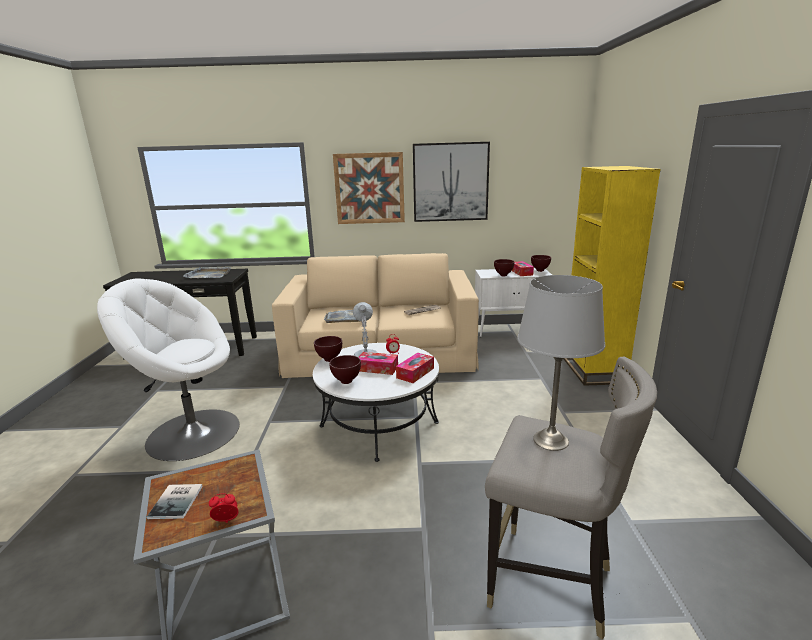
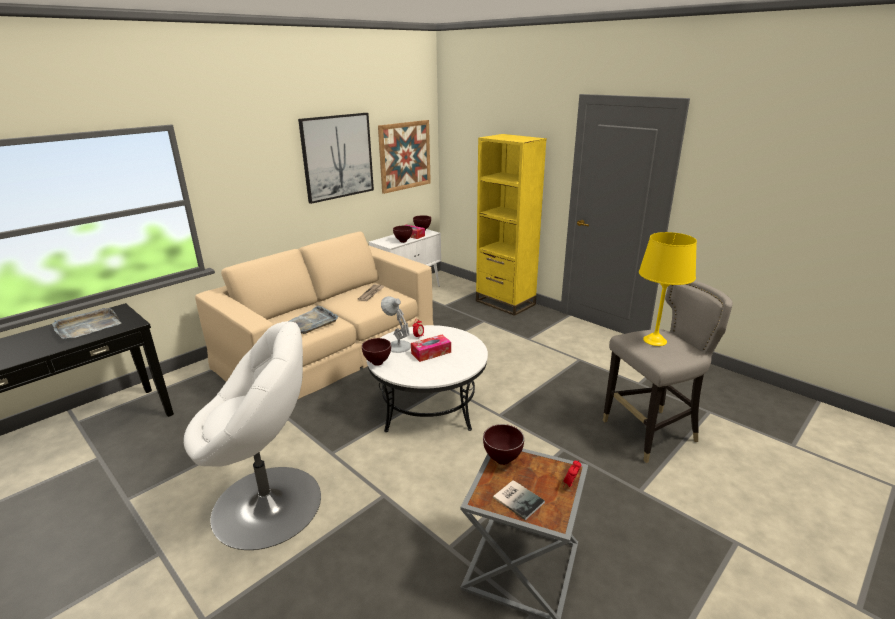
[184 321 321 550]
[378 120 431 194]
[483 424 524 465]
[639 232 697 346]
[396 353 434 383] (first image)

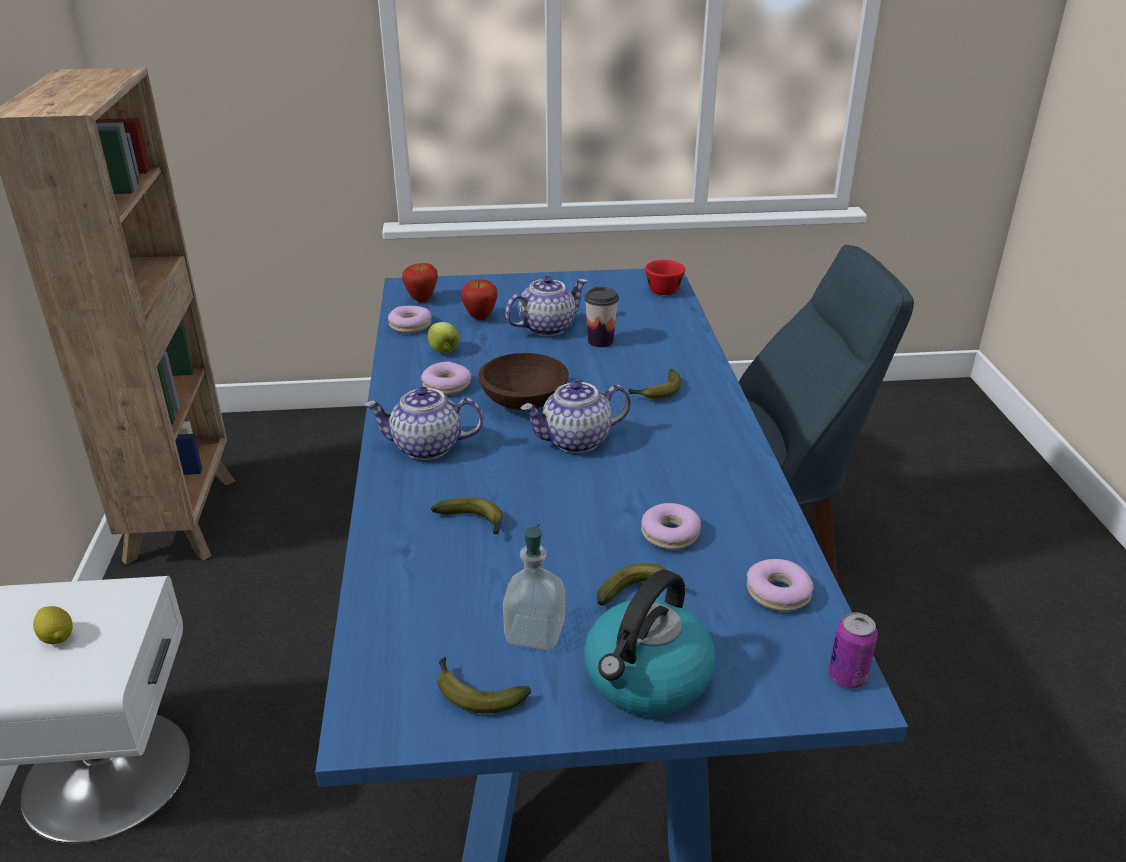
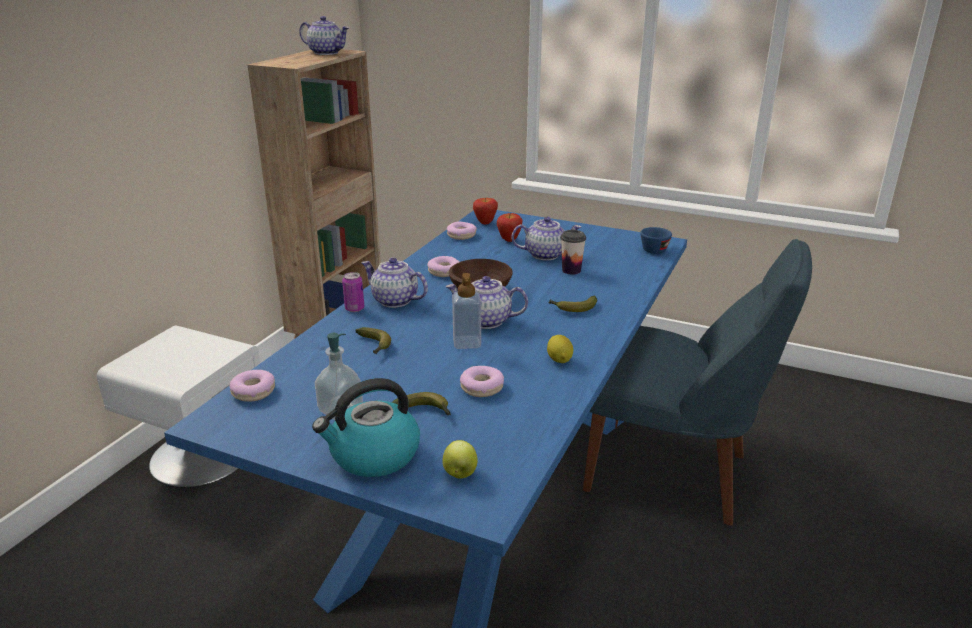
[230 370 275 402]
[299 16 349 55]
[342 272 364 312]
[442 440 478 479]
[452 273 481 349]
[547 335 573 363]
[640 227 672 254]
[437 657 531 714] (first image)

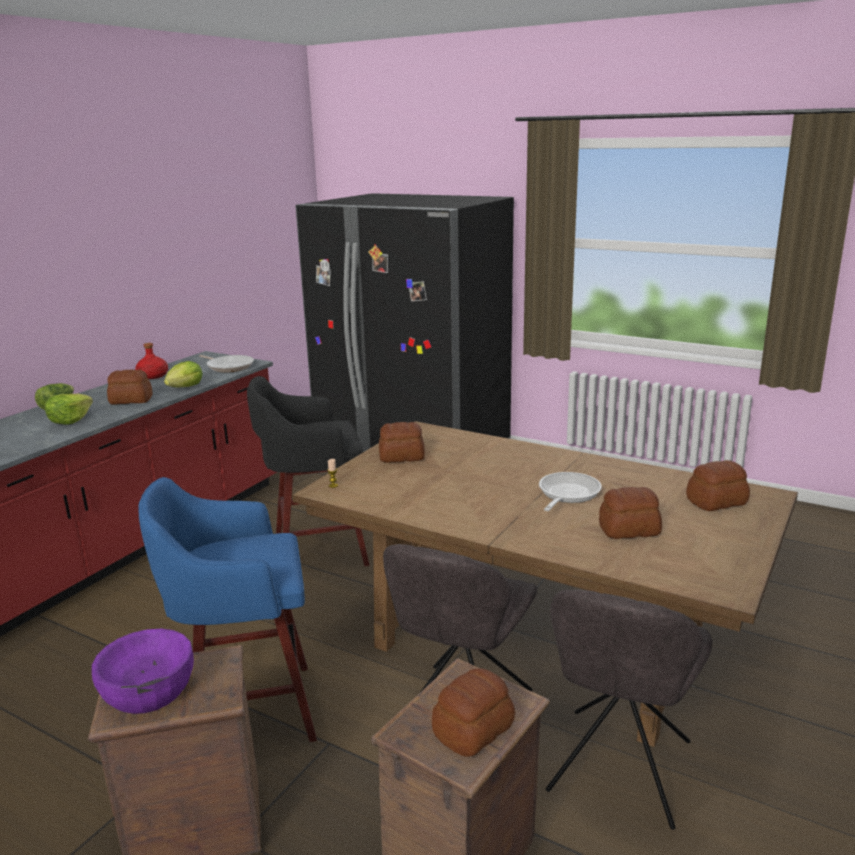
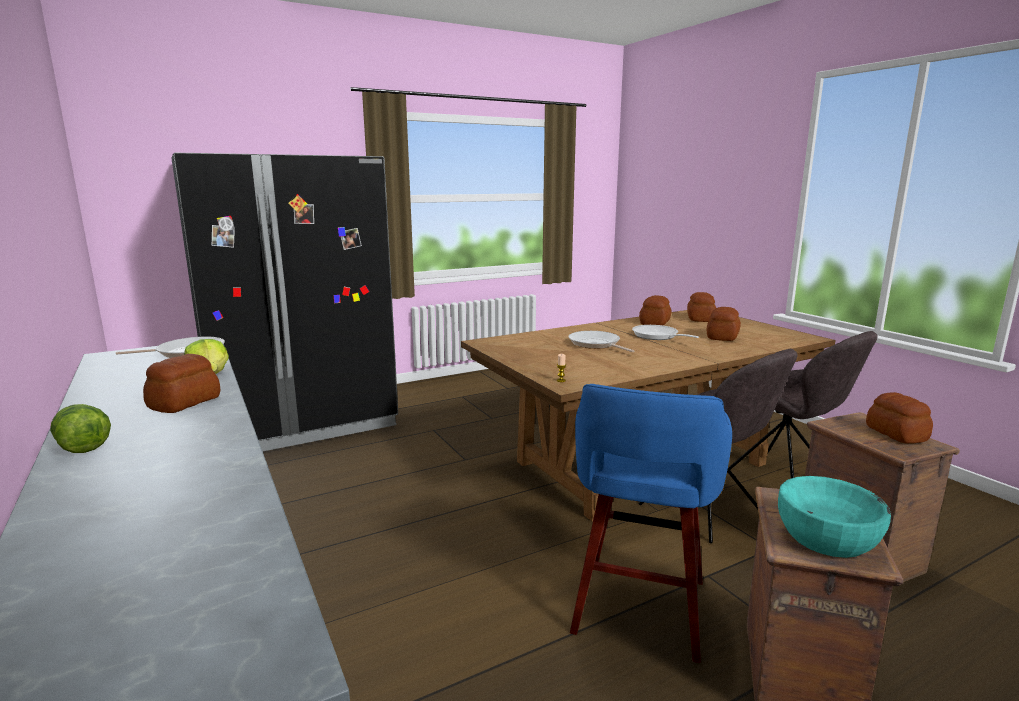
[569 331 634 352]
[639 295 672 326]
[778 476 891 558]
[45 394 93 425] (first image)
[135 343 168 379] (first image)
[247 376 369 566] (first image)

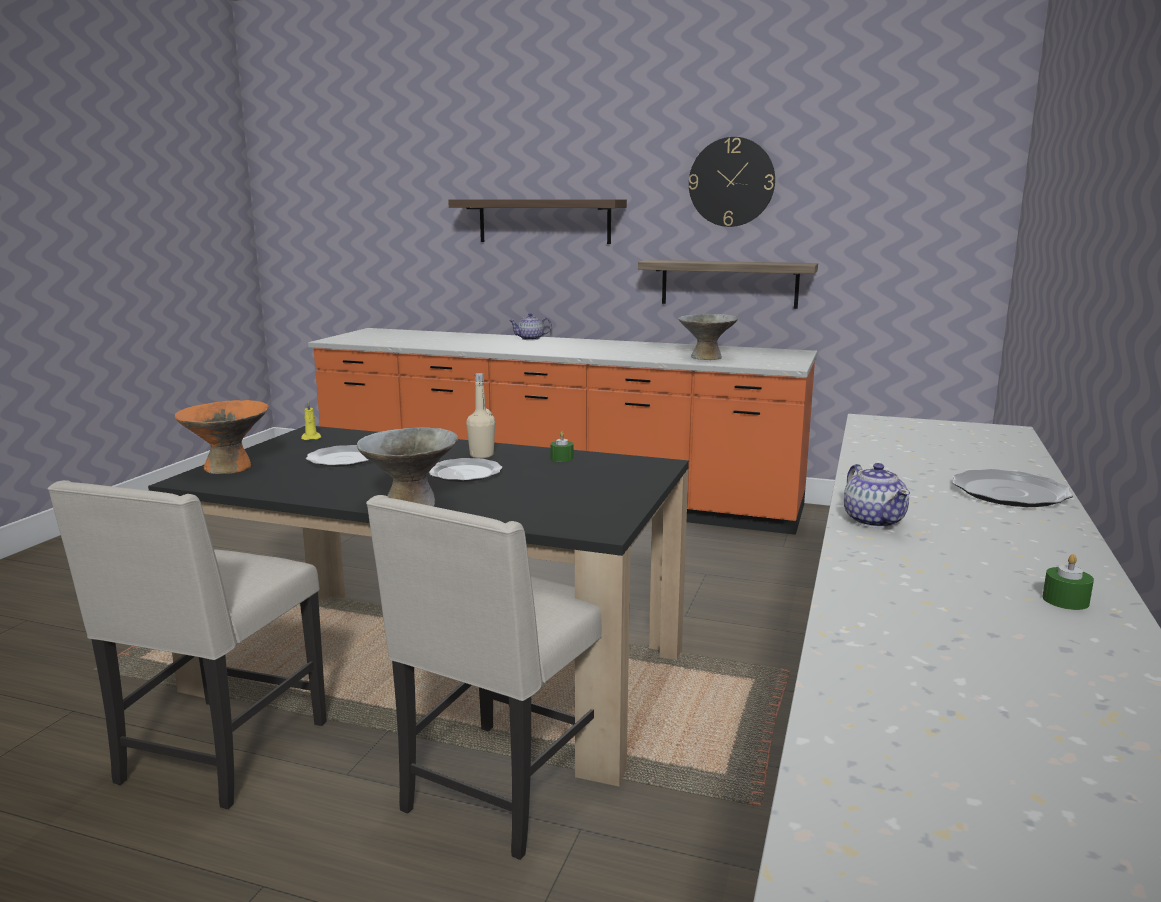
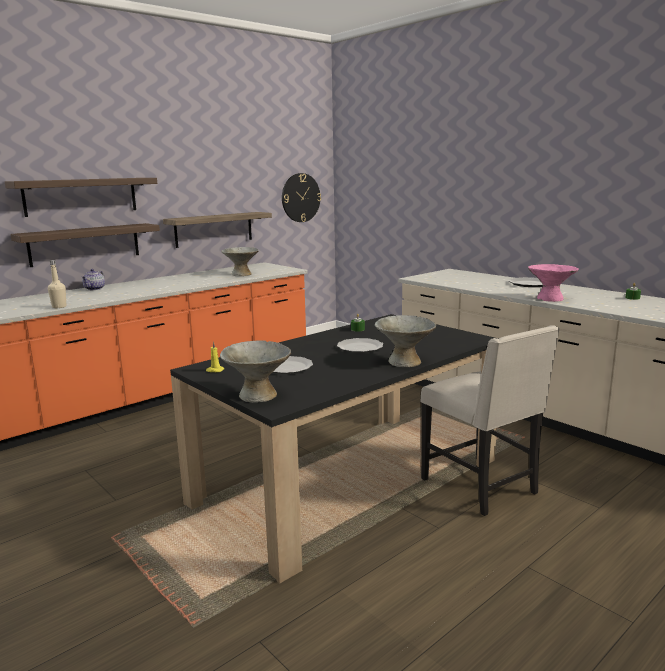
[10 223 160 267]
[48 260 66 308]
[220 340 291 403]
[282 173 321 222]
[528 264 579 302]
[48 480 327 809] (first image)

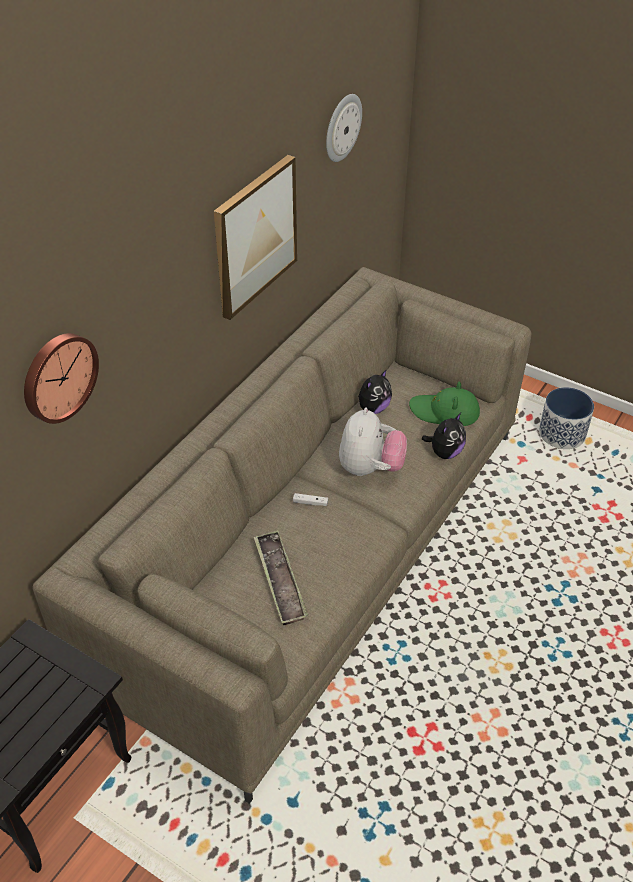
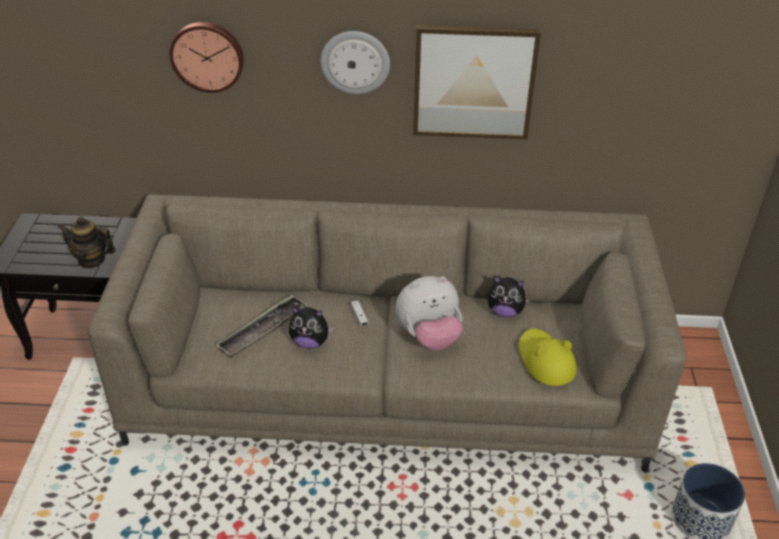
[57 217 116 269]
[289 306 334 349]
[320 31 390 94]
[519 329 577 386]

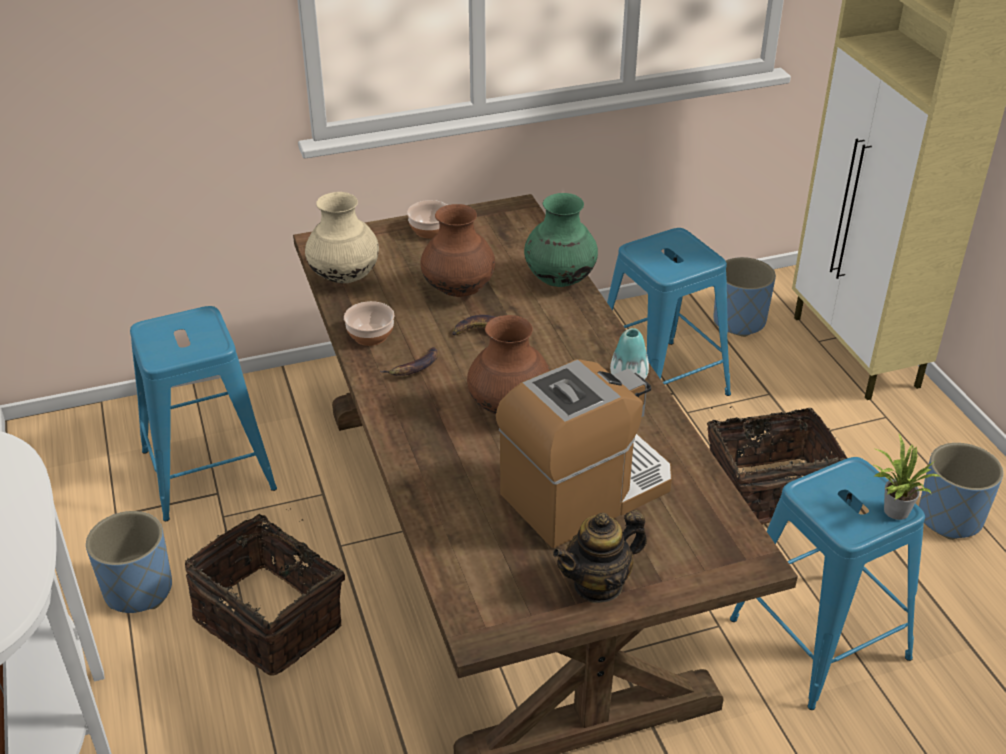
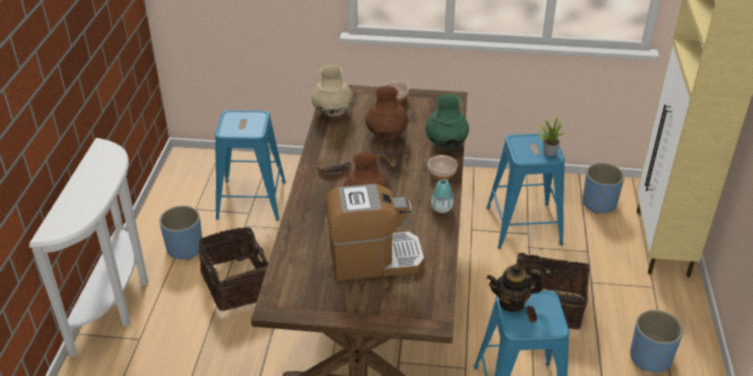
[428 155 458 181]
[487 264 543 312]
[538 115 567 156]

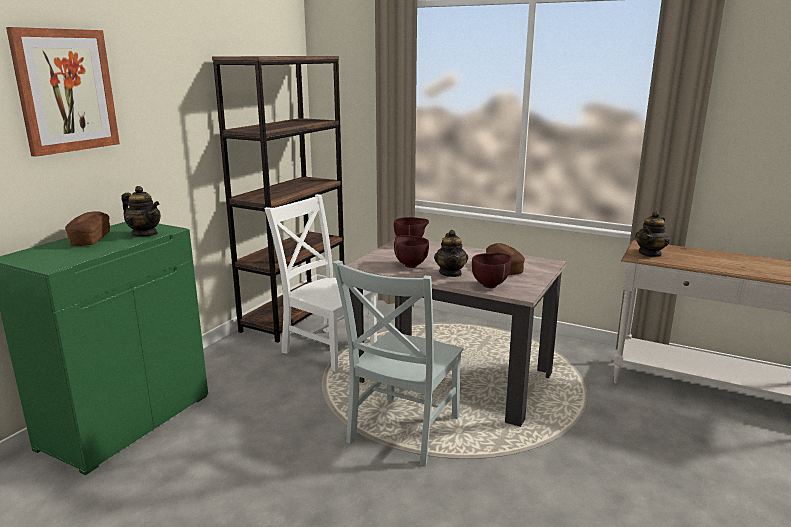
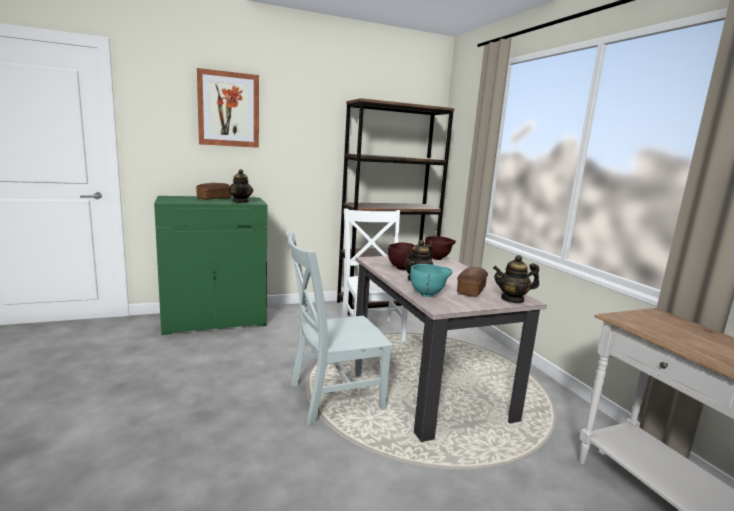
[410 264 452 297]
[493 255 539 303]

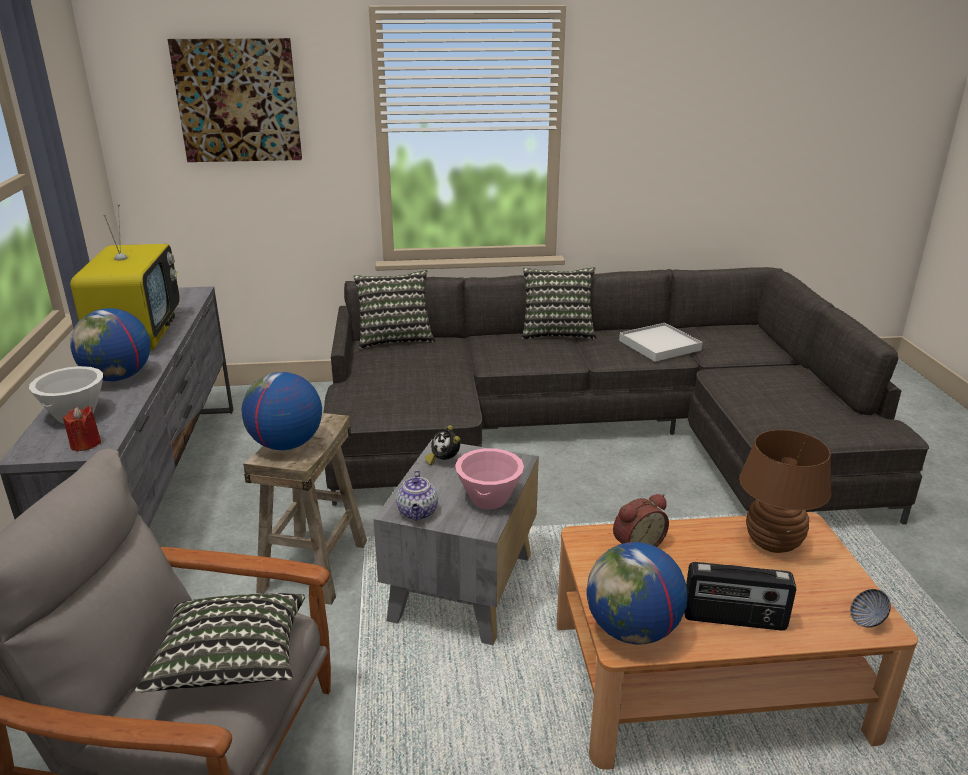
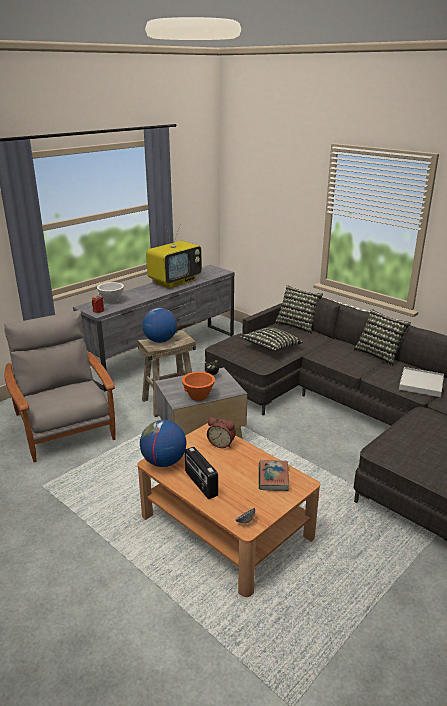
[182 372 215 401]
[240 327 303 352]
[259 460 289 491]
[70 308 151 381] (first image)
[168 38 302 162] (first image)
[396 470 438 520] (first image)

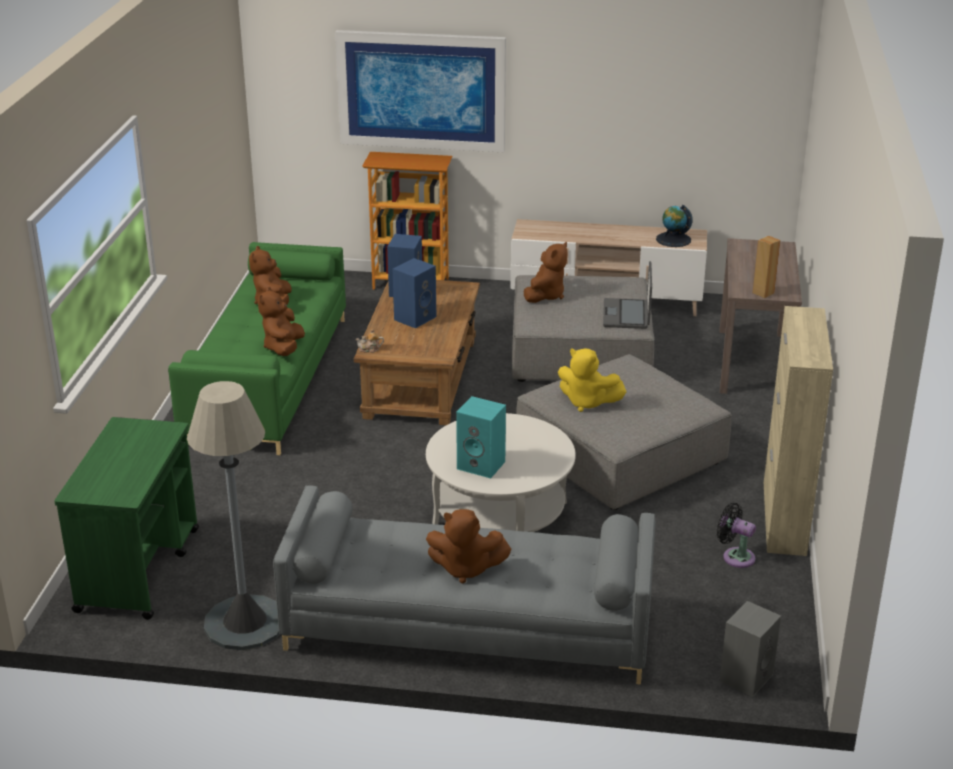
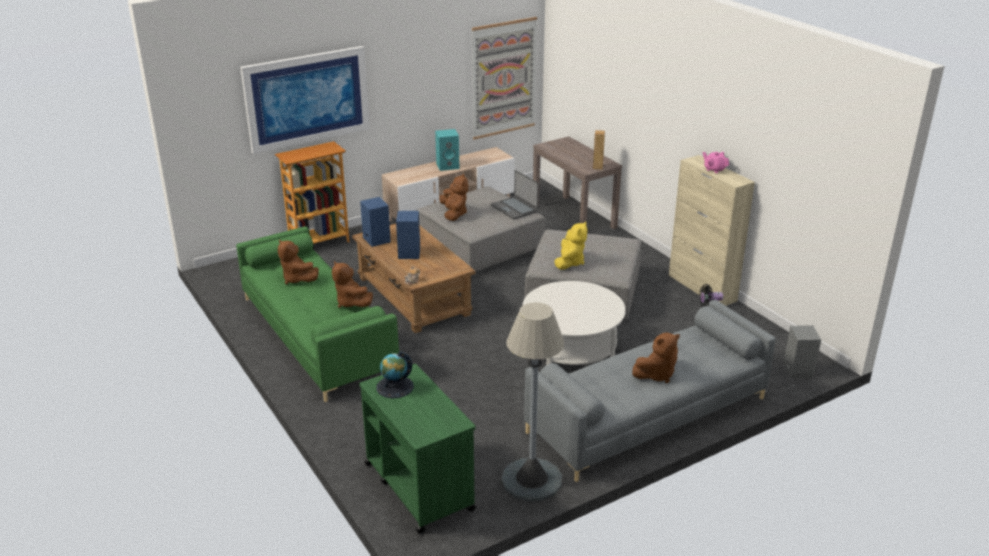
[376 351 414 399]
[435 129 459 171]
[472 17 537 140]
[554 221 588 270]
[703 152 729 173]

